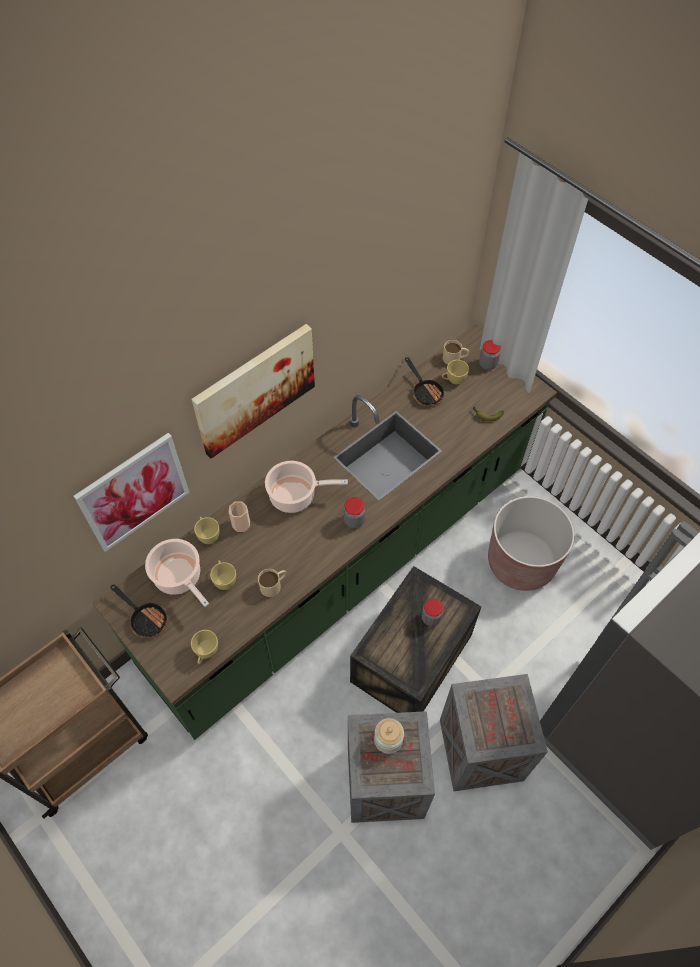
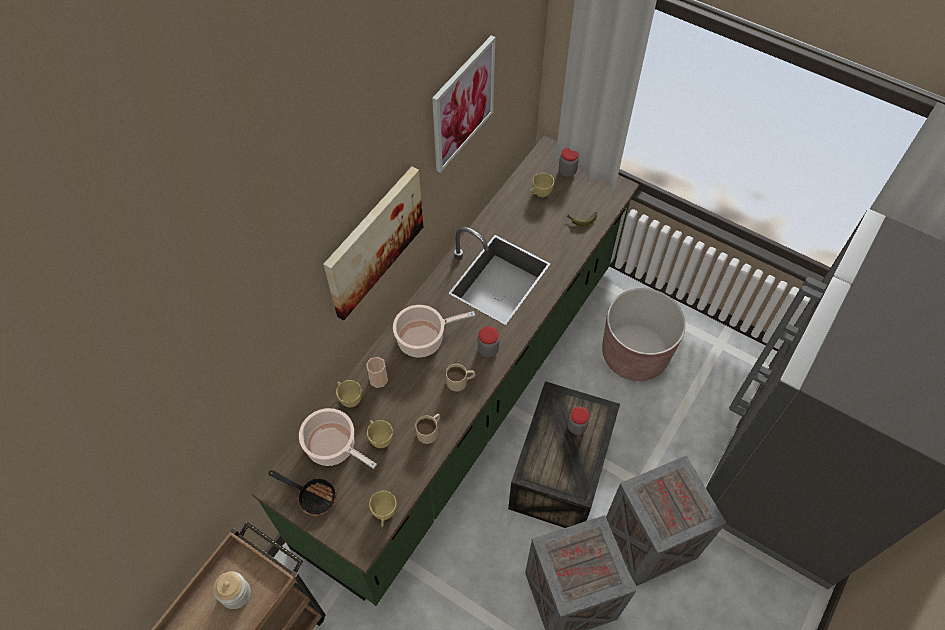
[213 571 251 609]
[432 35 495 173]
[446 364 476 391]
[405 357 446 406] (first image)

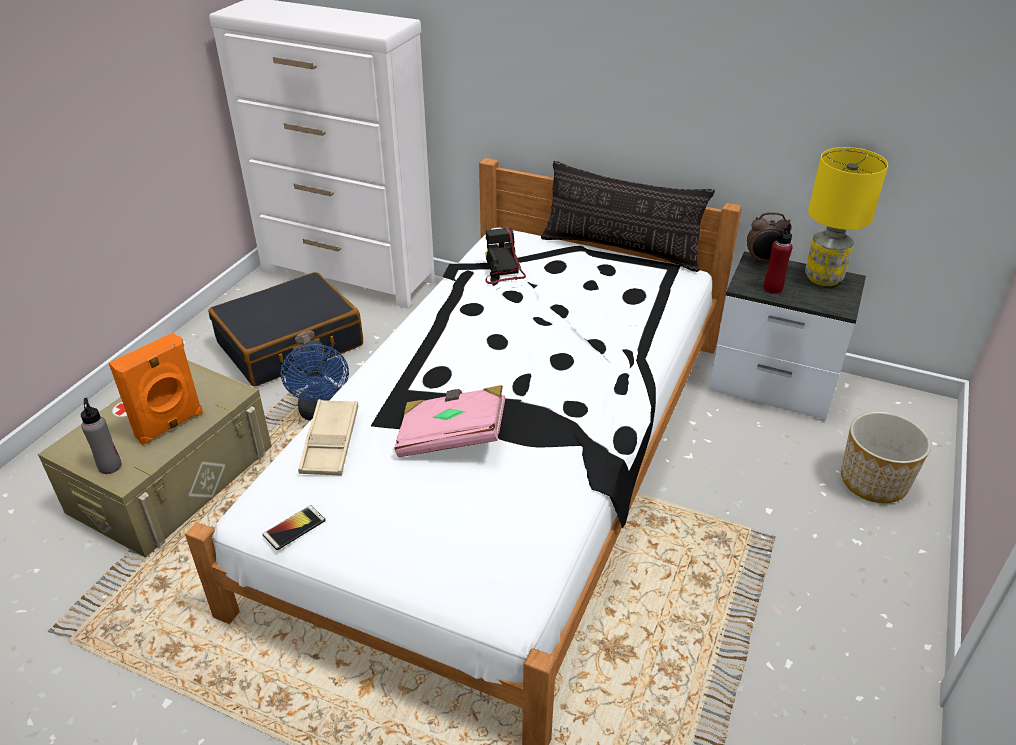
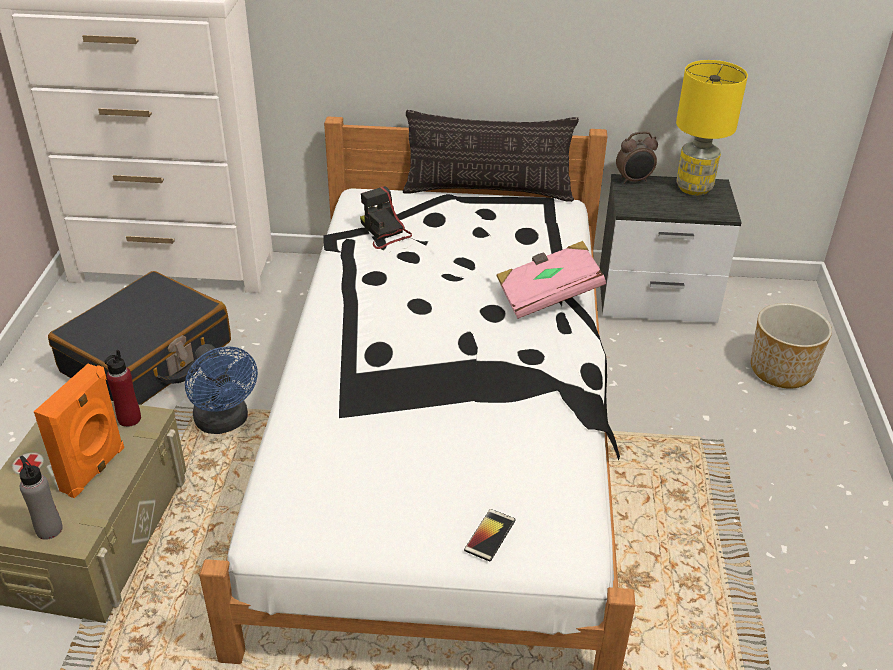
[105 350 141 427]
[464 509 516 562]
[496 241 606 319]
[298 399 358 476] (first image)

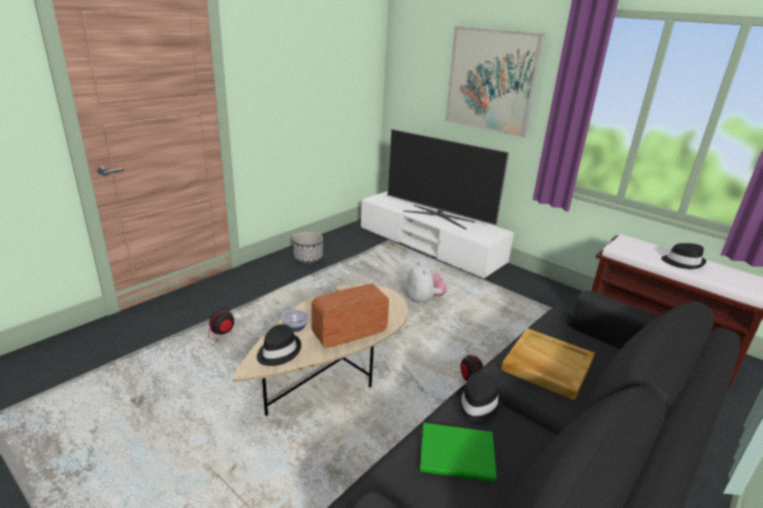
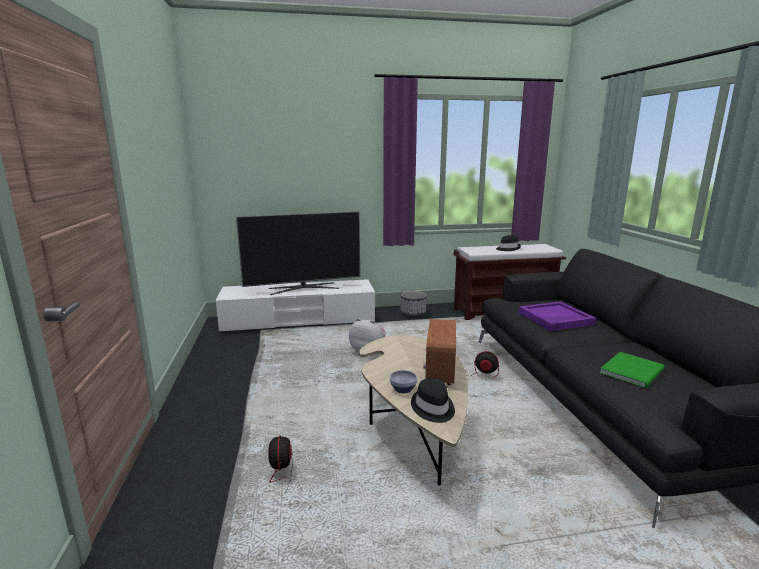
[401 291 427 317]
[518 301 596 331]
[445 26 545 138] (first image)
[454 373 504 425] (first image)

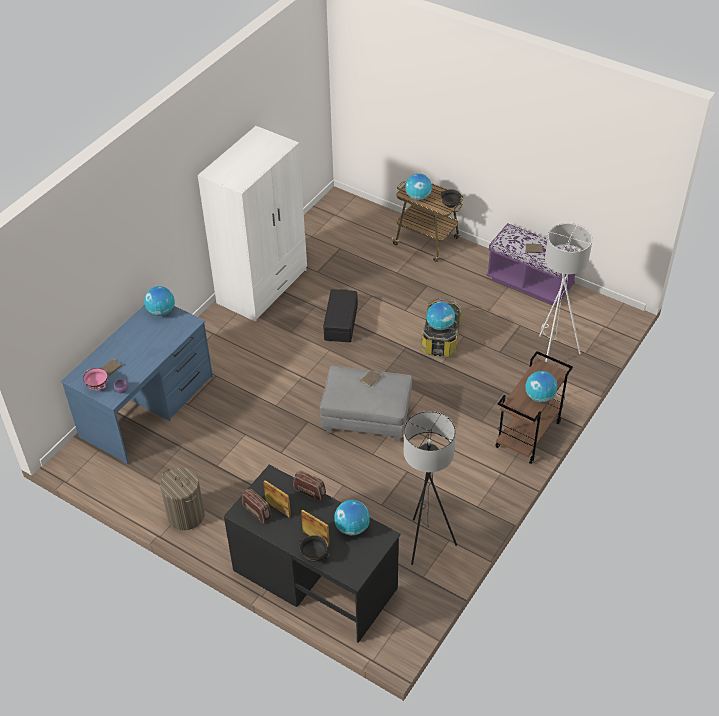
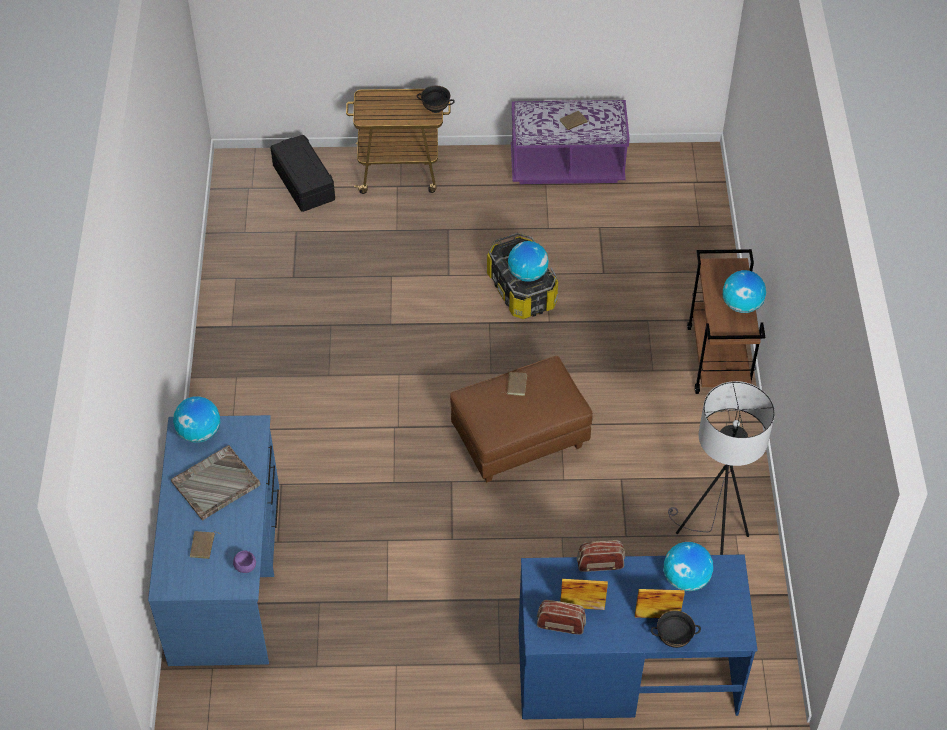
[171 445 261 520]
[270 135 335 212]
[450 356 593 482]
[518 554 757 719]
[83 368 107 390] (first image)
[160 468 205 530] (first image)
[198 126 307 322] (first image)
[405 174 432 200] (first image)
[539 223 592 362] (first image)

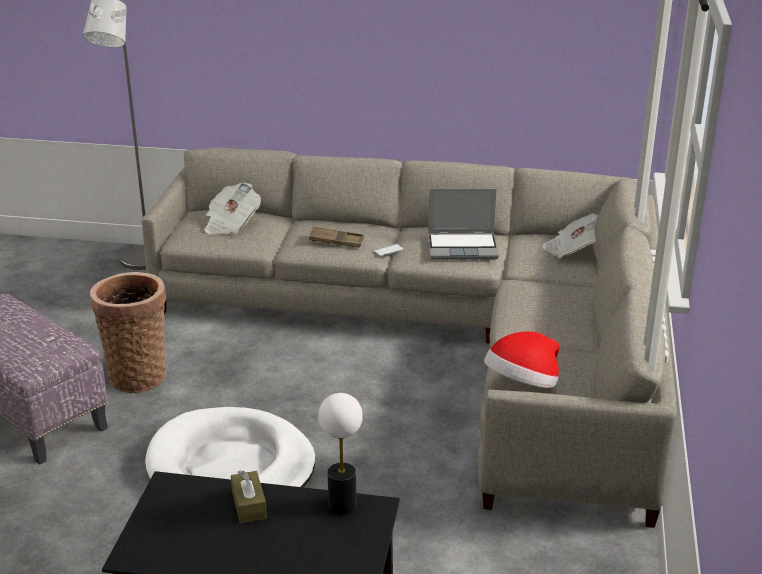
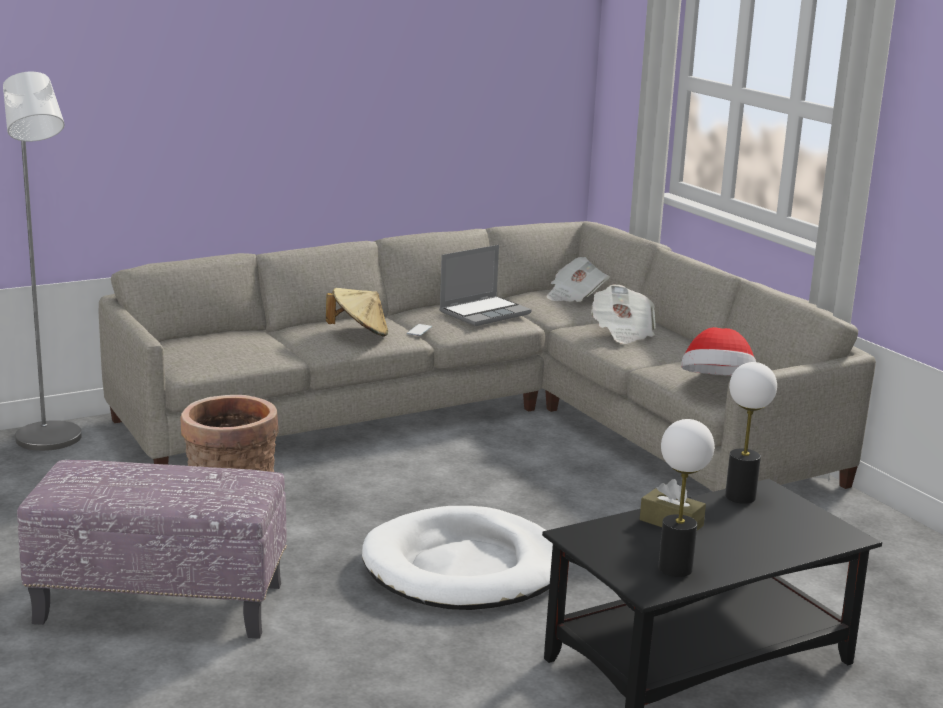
[326 288 388 336]
[591 285 656 344]
[658 419 714 577]

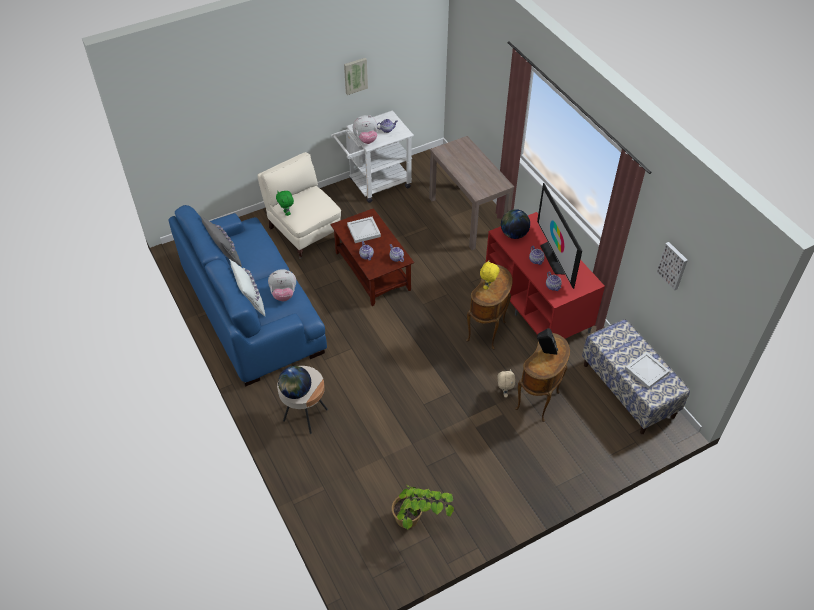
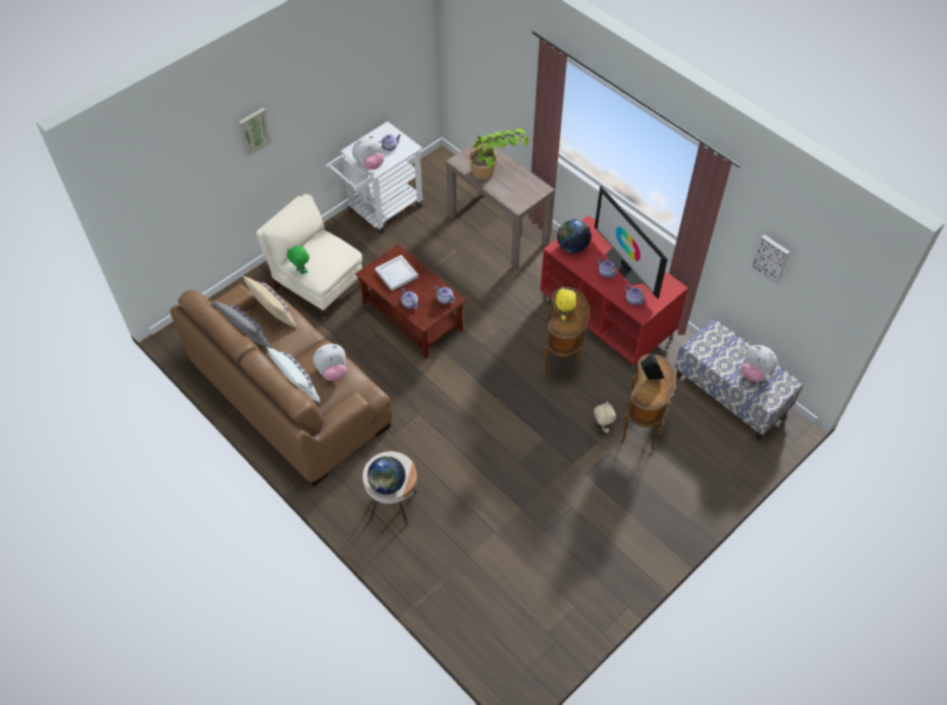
[170 283 392 487]
[239 108 272 156]
[242 276 297 328]
[468 129 529 180]
[741 345 777 382]

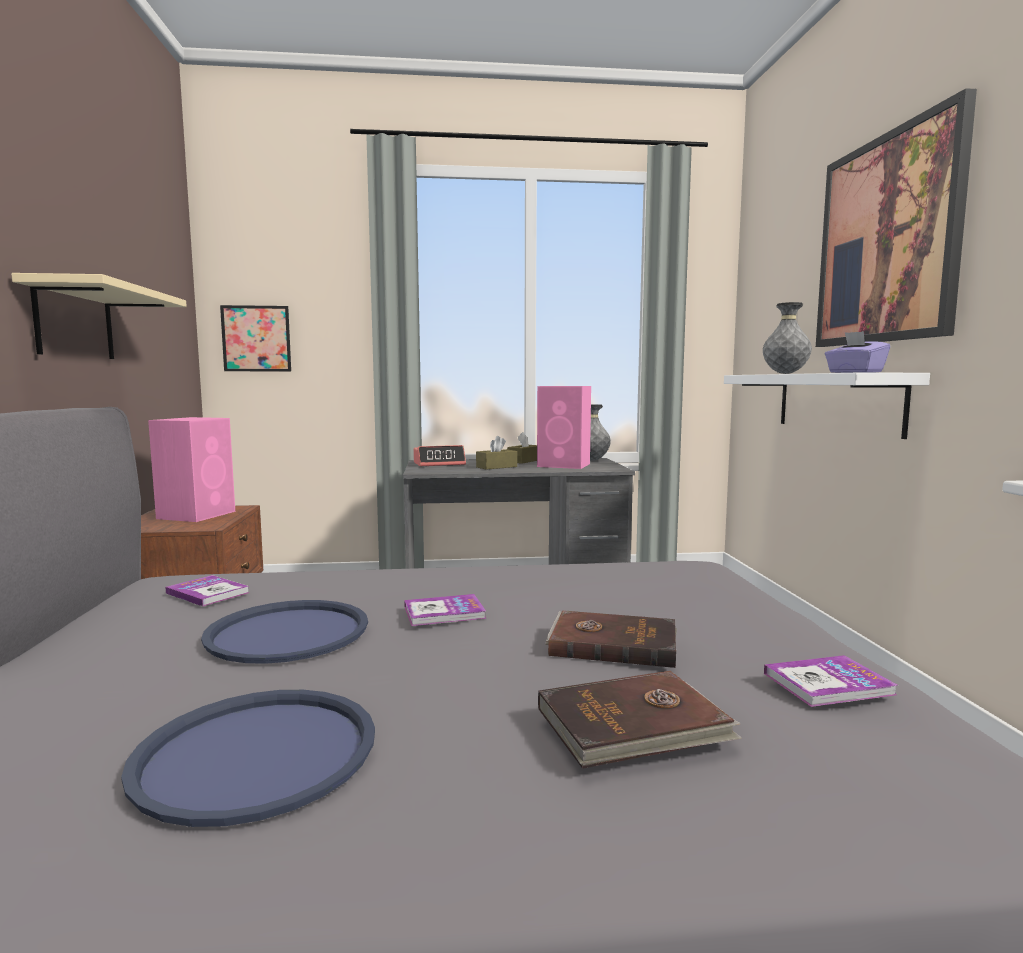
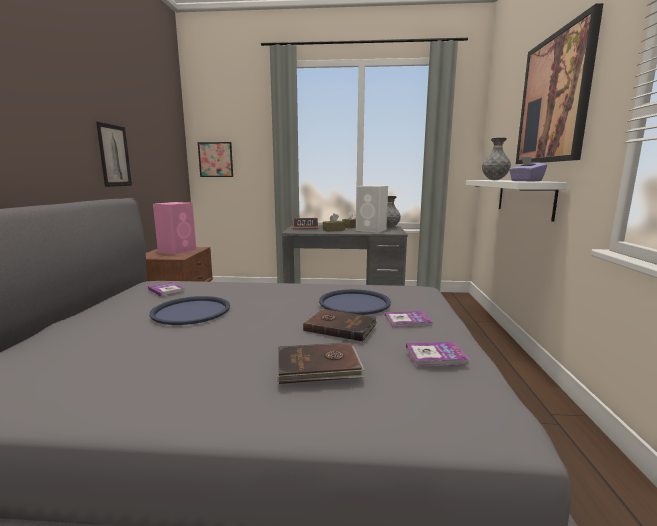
[96 122 132 187]
[319 289 391 315]
[356 186 388 233]
[385 311 433 328]

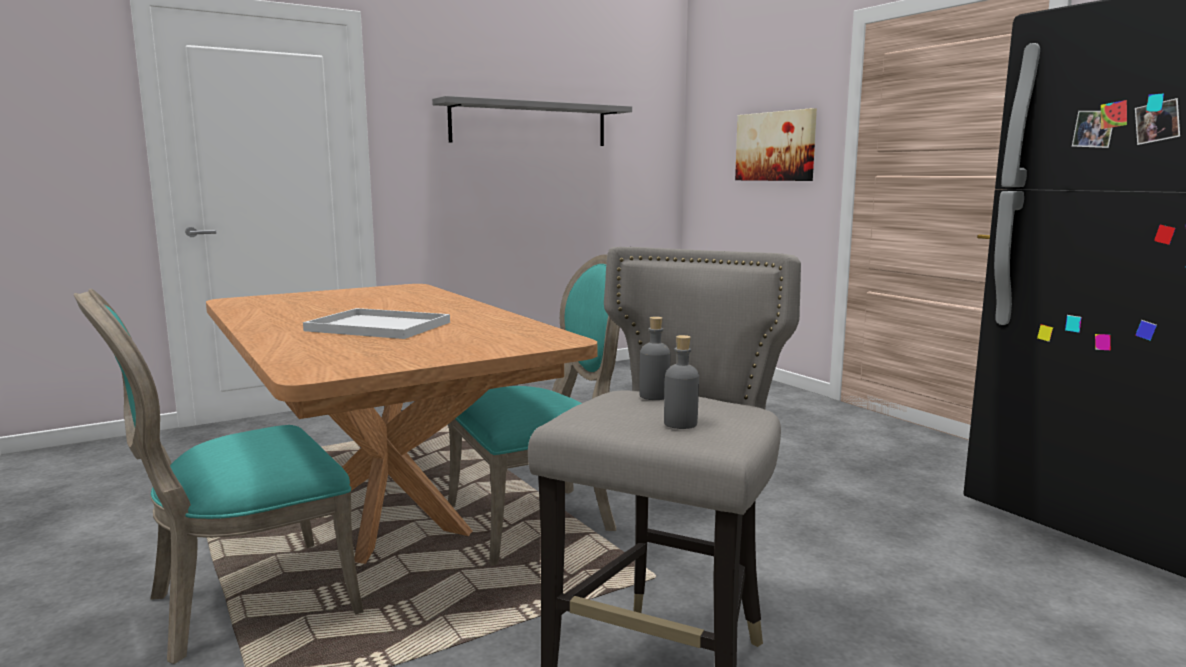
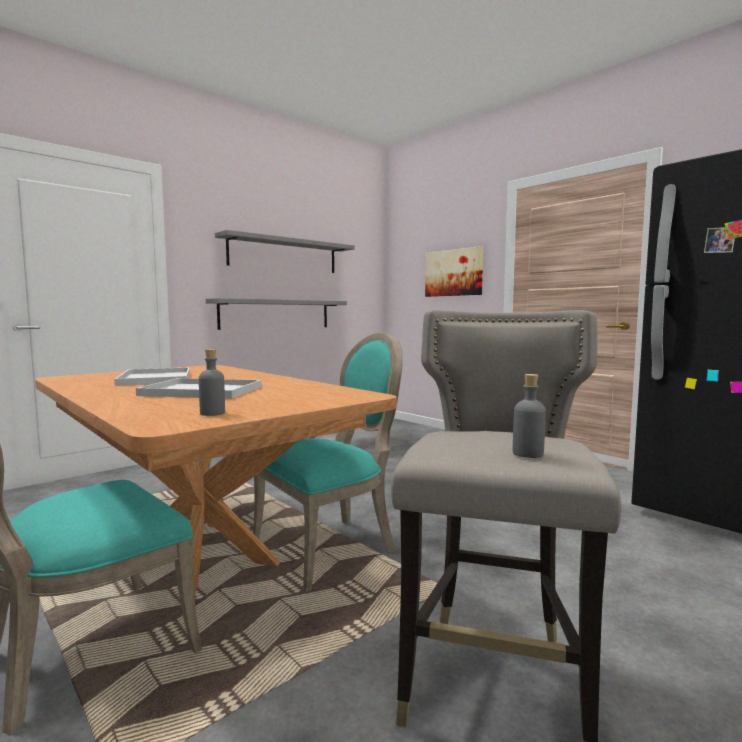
[114 367 190 386]
[199 349 225 416]
[206 298 347 330]

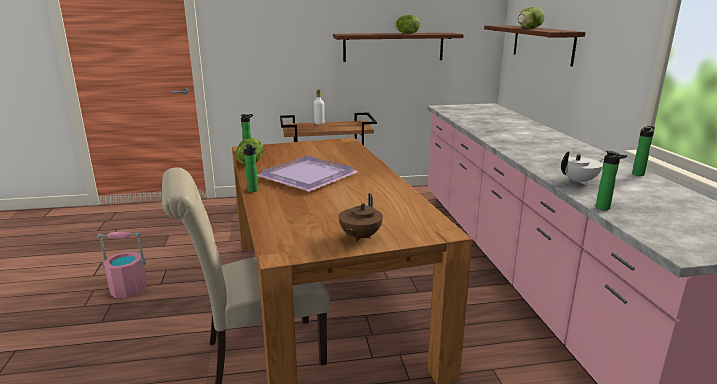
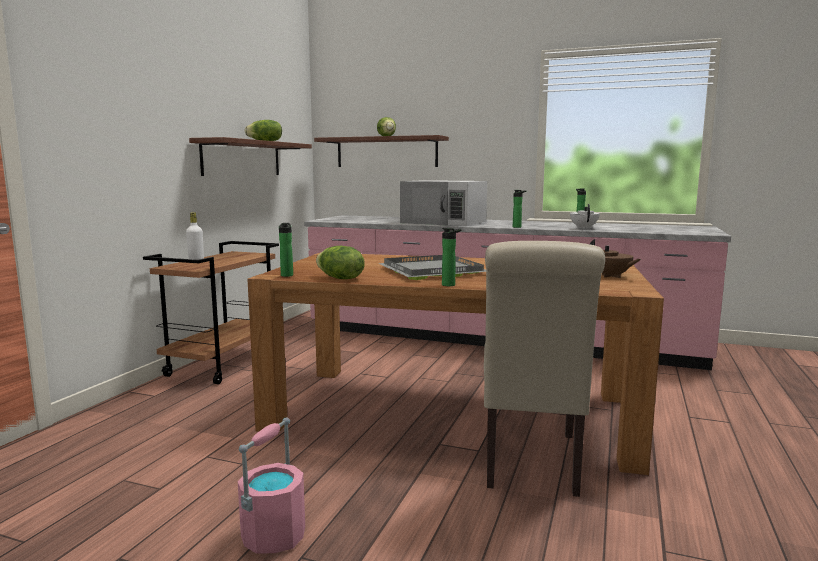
[378 255 486 280]
[400 180 487 226]
[513 190 526 228]

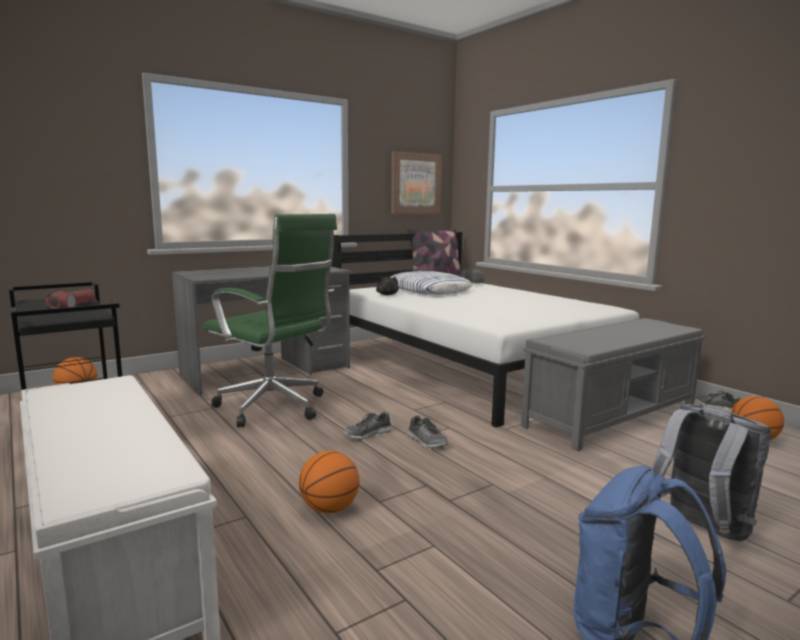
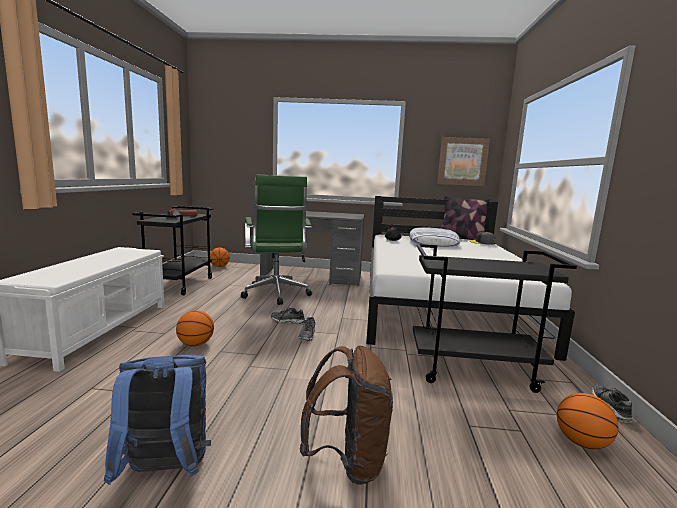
[299 346 393 485]
[413 244 577 393]

